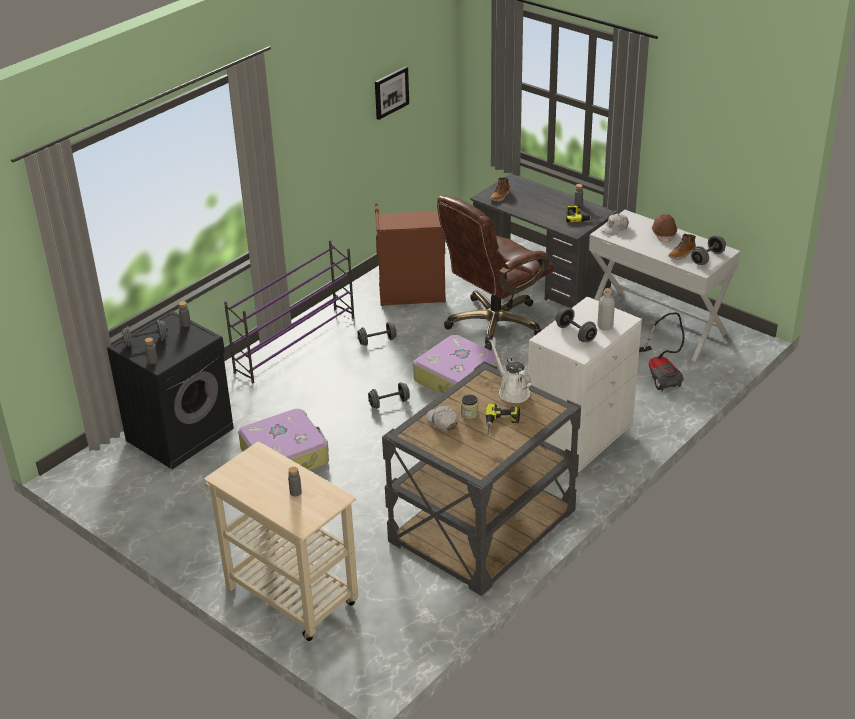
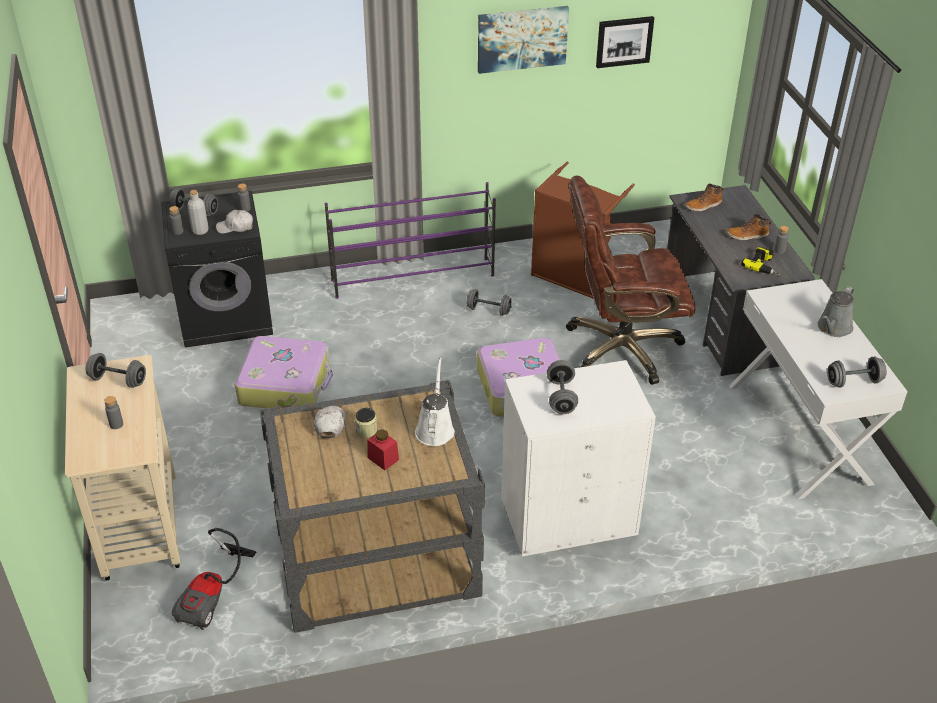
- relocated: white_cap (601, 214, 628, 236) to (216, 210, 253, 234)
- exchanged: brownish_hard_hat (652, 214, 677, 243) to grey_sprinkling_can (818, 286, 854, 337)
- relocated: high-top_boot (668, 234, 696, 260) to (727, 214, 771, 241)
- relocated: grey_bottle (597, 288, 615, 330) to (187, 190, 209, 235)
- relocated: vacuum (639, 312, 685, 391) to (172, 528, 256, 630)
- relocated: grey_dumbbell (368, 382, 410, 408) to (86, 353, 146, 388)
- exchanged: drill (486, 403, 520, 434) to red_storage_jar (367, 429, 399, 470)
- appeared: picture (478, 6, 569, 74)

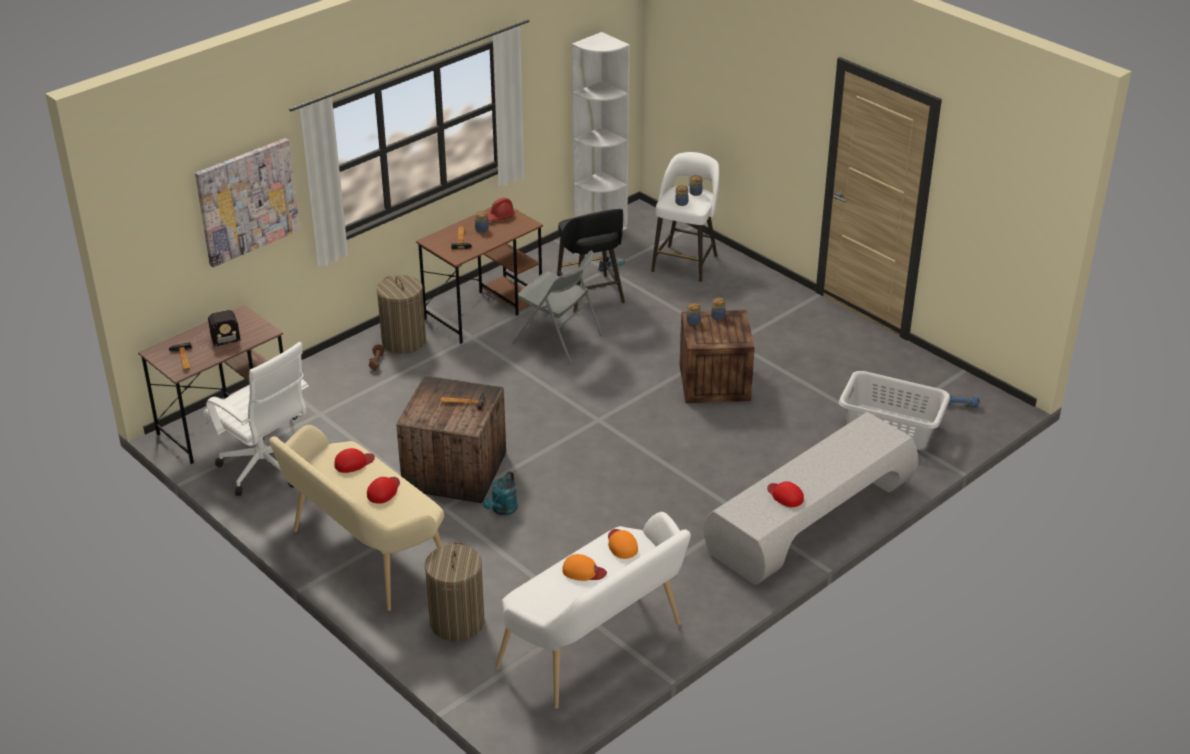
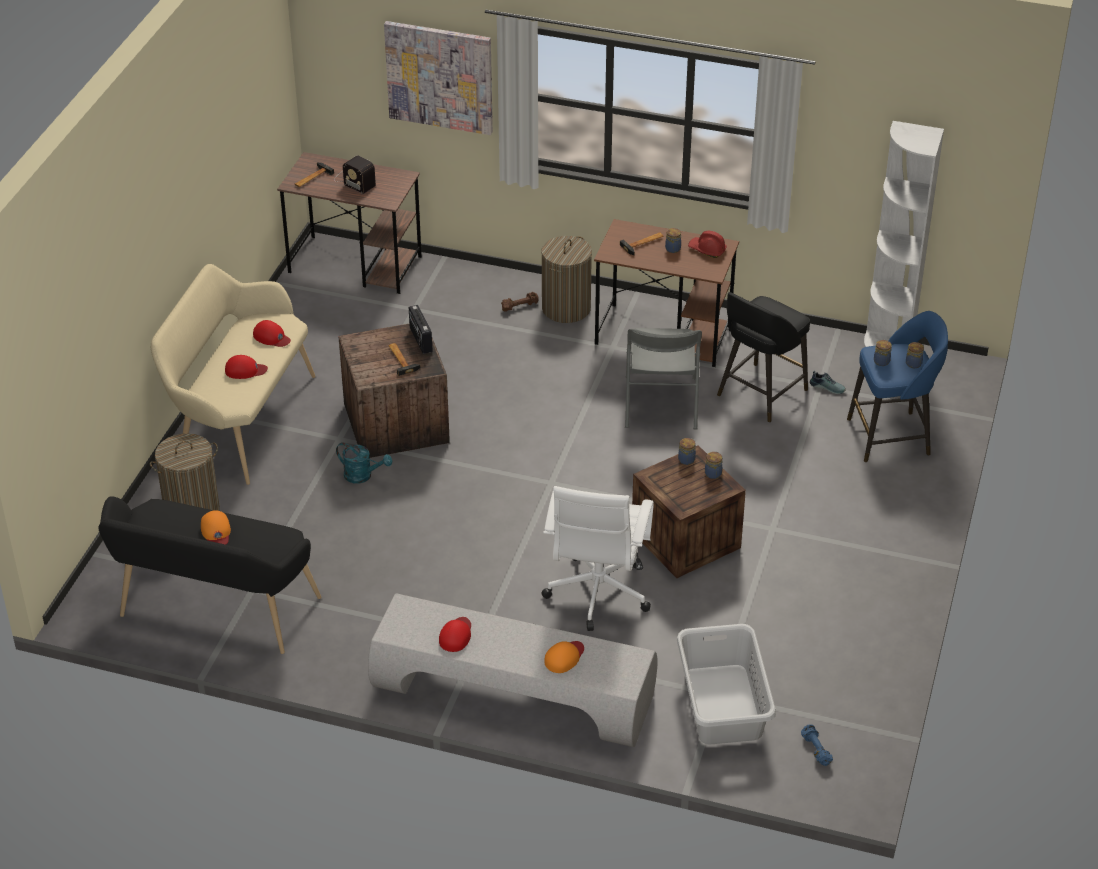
- colour: white_stool_seat (651, 152, 719, 282) to blue_stool_seat (847, 311, 948, 462)
- relocated: white_desk_chair (203, 342, 309, 496) to (542, 486, 654, 631)
- spun: blue-green_sprinkling_can (483, 471, 518, 515) = (336, 443, 392, 484) 150 degrees counterclockwise
- colour: white_indoor_bench (495, 512, 691, 709) to black-coloured_indoor_bench (98, 496, 321, 654)
- relocated: orangey_cap (608, 529, 638, 559) to (544, 641, 584, 673)
- appeared: radio (409, 305, 433, 354)

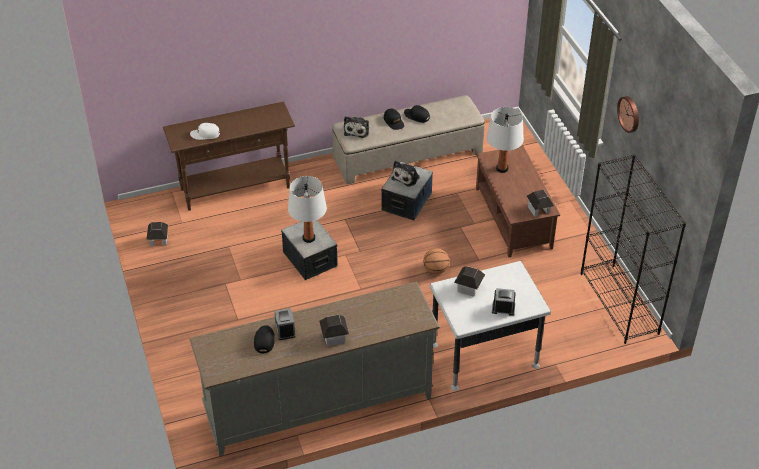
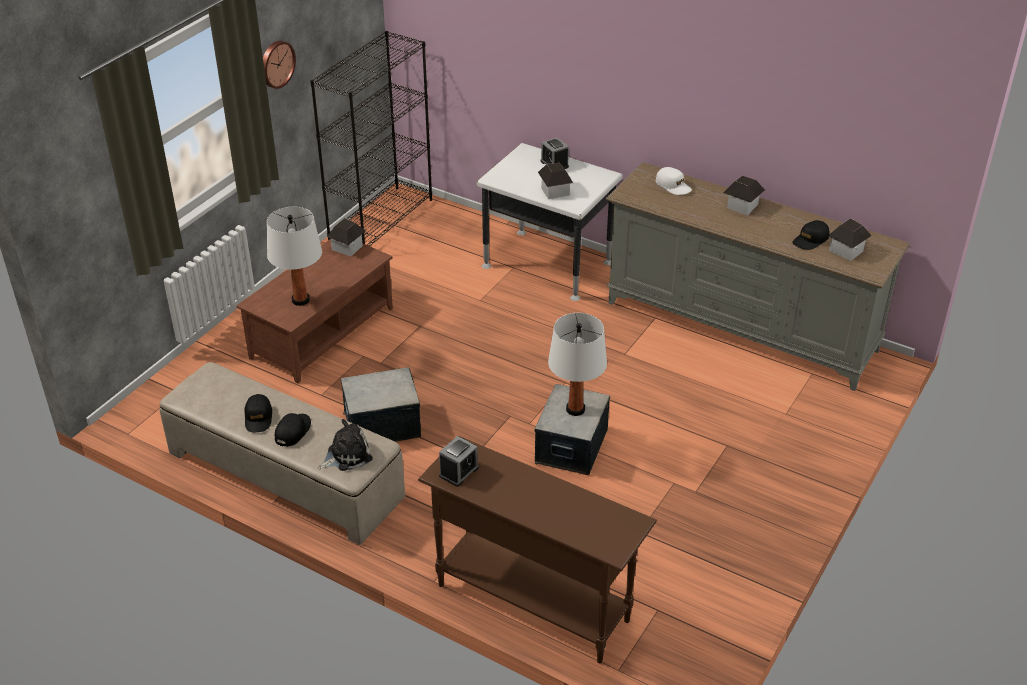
- relocated: white_cap (190, 123, 220, 140) to (656, 167, 692, 195)
- missing: plush_toy (392, 161, 420, 187)
- relocated: miniature_house (146, 222, 168, 246) to (828, 218, 871, 261)
- missing: basketball (423, 248, 450, 274)
- relocated: alarm_clock (274, 308, 295, 340) to (439, 436, 479, 487)

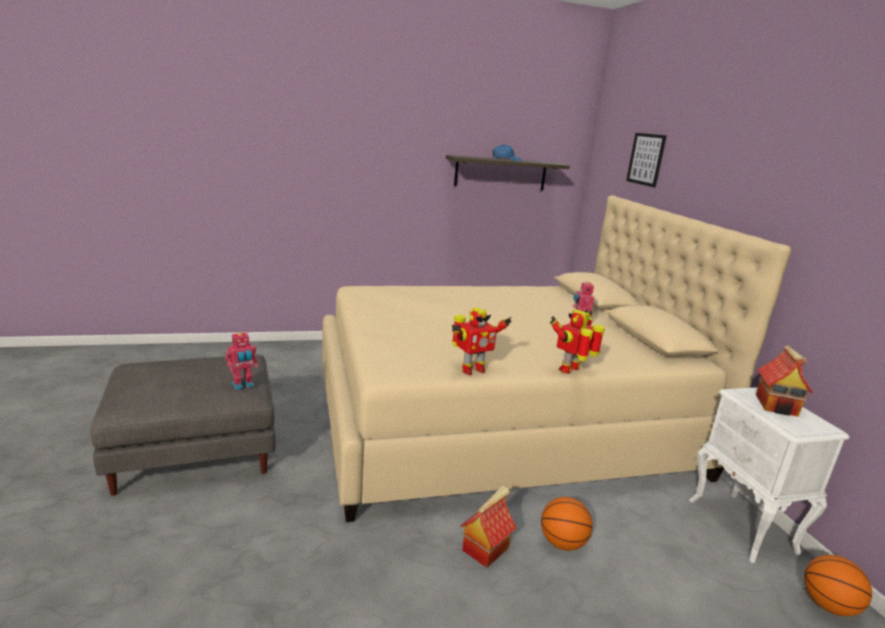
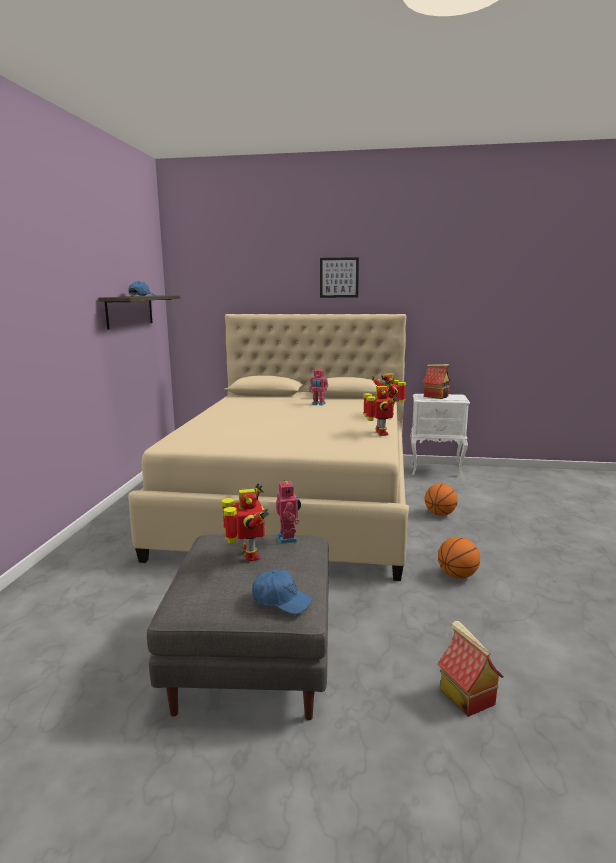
- relocated: picture (626, 133, 667, 188) to (320, 257, 359, 298)
- relocated: miniature_house (460, 486, 516, 568) to (437, 621, 504, 717)
- relocated: basketball (804, 555, 872, 616) to (438, 537, 480, 579)
- appeared: model_robot (222, 484, 269, 561)
- appeared: blue_cap (252, 570, 313, 614)

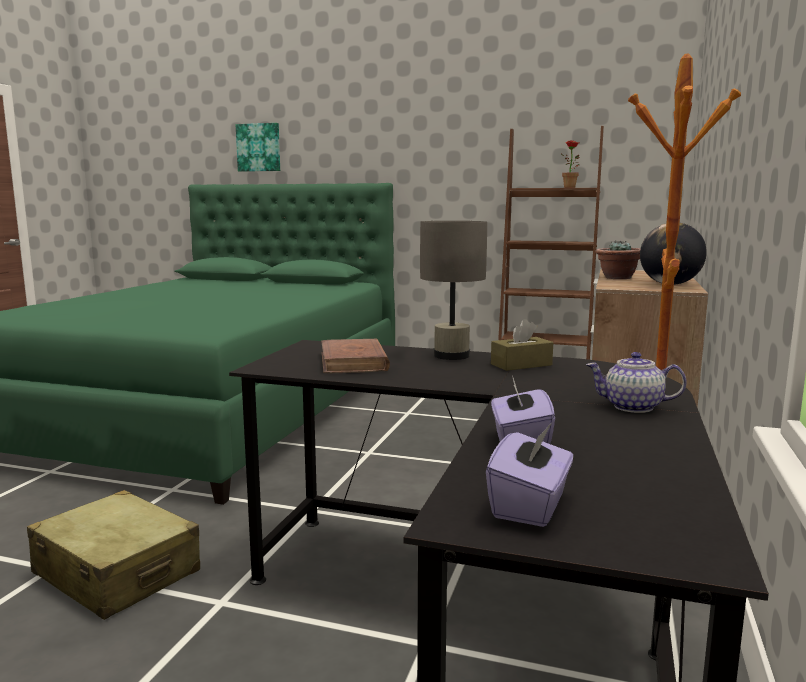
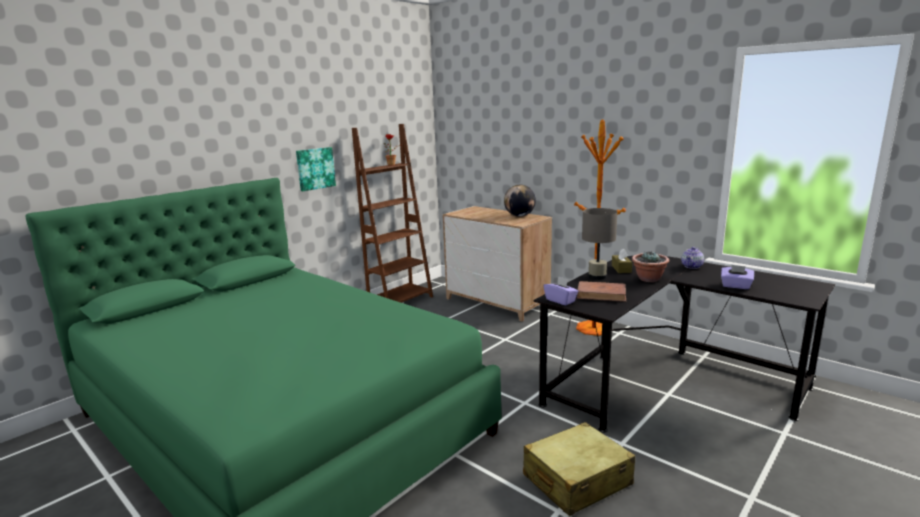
- relocated: picture (236, 123, 280, 172) to (296, 147, 336, 191)
- relocated: potted_plant (595, 240, 641, 279) to (632, 251, 669, 282)
- relocated: purple-coloured_tissue_holder (486, 424, 573, 527) to (543, 276, 579, 305)

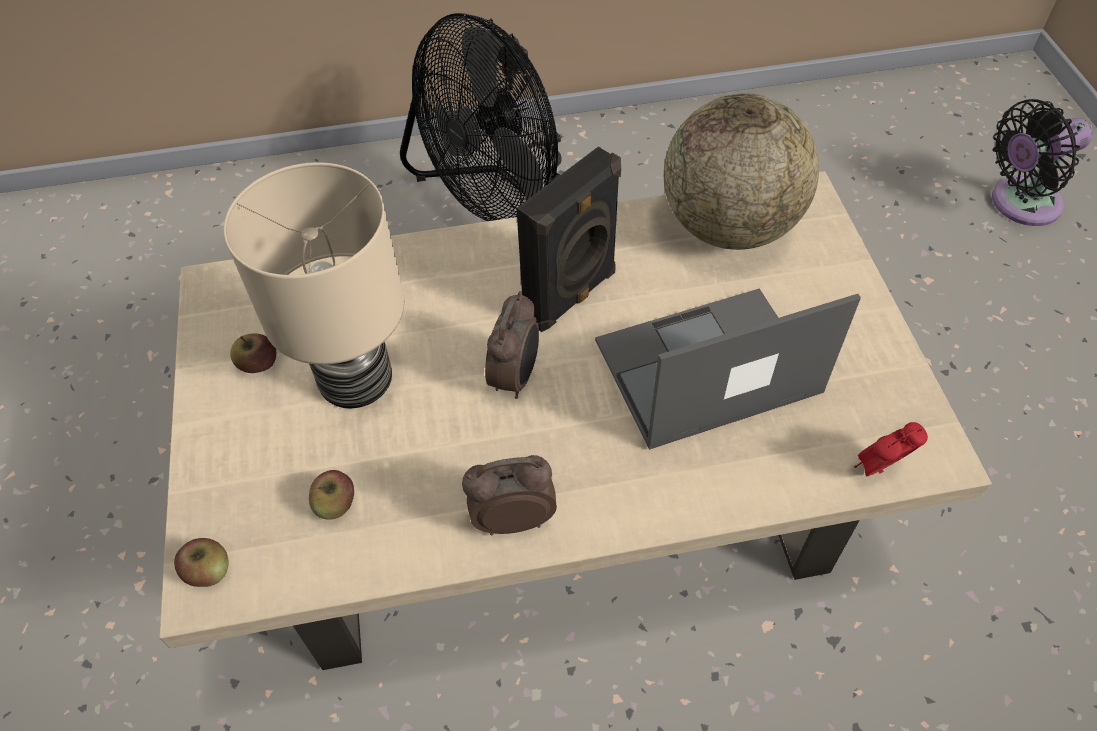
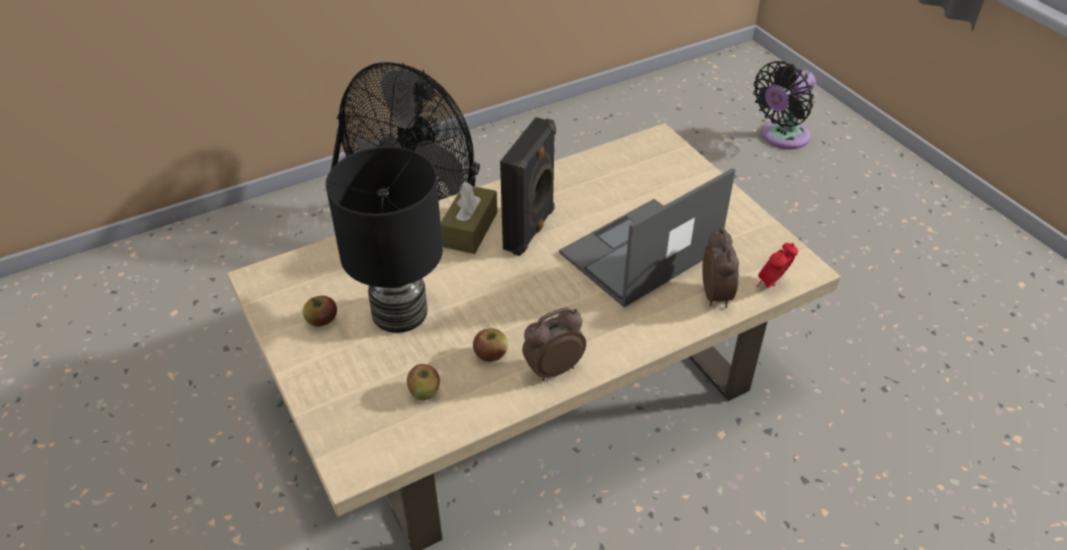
- missing: world_globe (664, 94, 819, 250)
- colour: beige-coloured_lamp_for_a_table (223, 162, 404, 408) to black-coloured_lamp_for_a_table (326, 147, 443, 333)
- relocated: alarm_clock (485, 291, 539, 399) to (702, 227, 739, 308)
- relocated: apple_fruit (174, 538, 229, 587) to (473, 328, 508, 362)
- appeared: brownish_tissue_holder (441, 181, 497, 254)

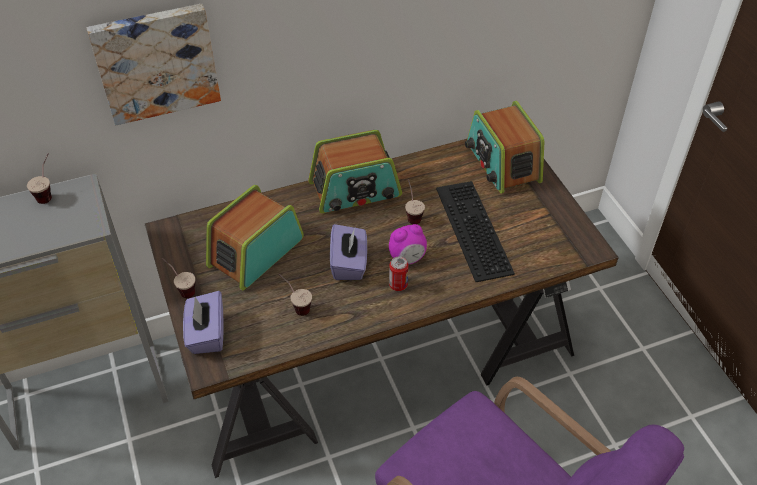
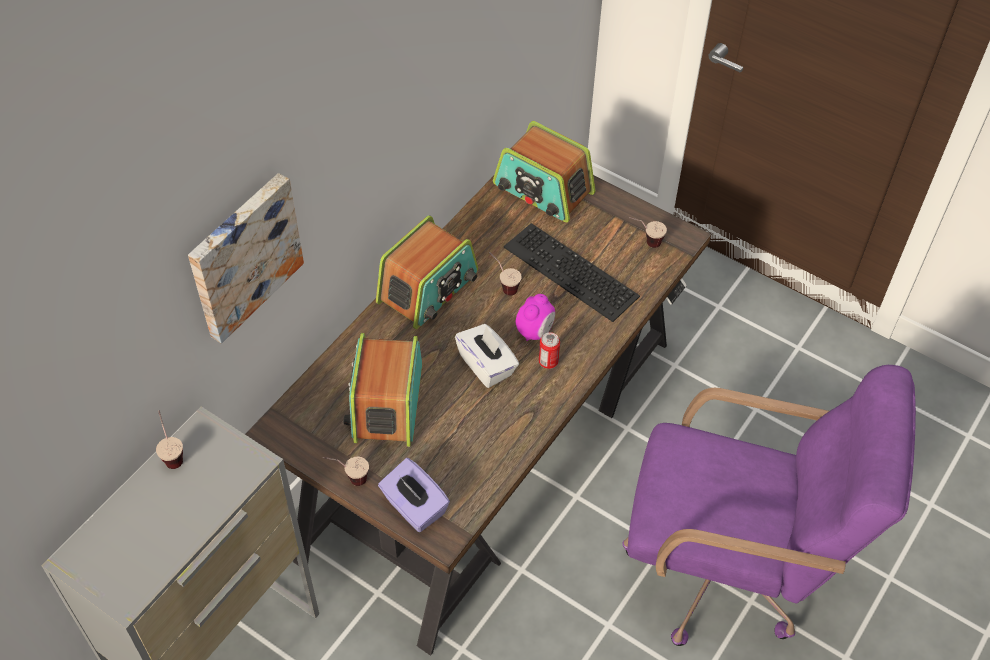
- colour: purple-coloured_tissue_holder (330, 224, 367, 280) to white_tissue_holder (455, 324, 519, 388)
- relocated: cup (279, 274, 312, 316) to (629, 217, 667, 248)

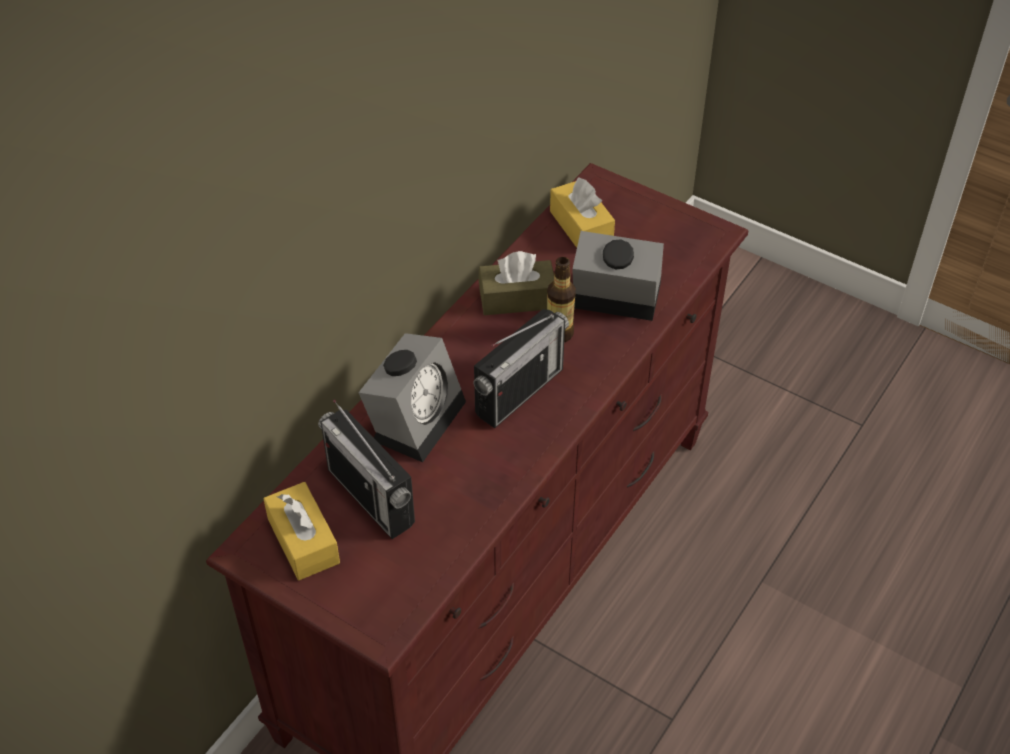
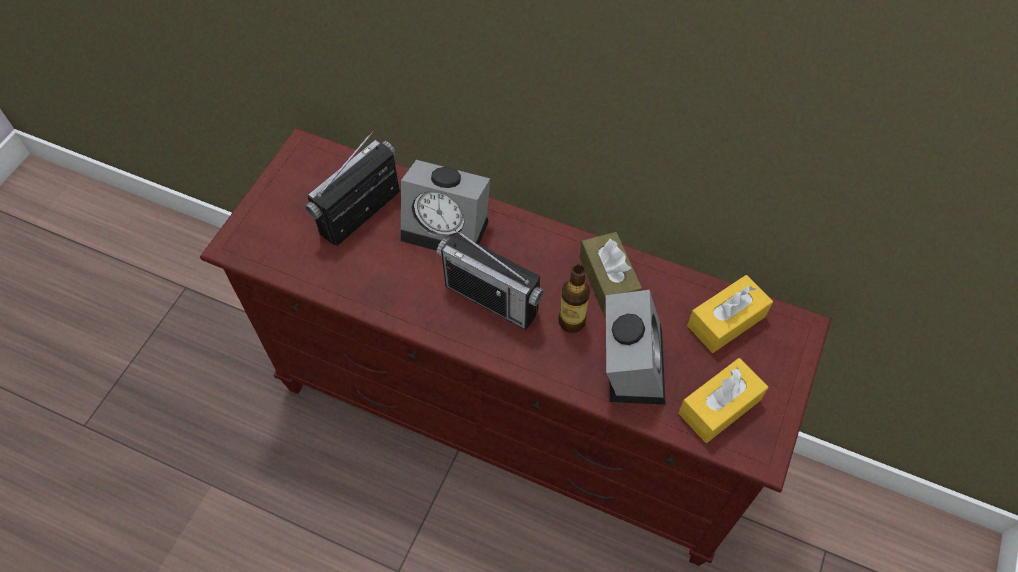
- relocated: yellow-coloured_tissue_holder (263, 482, 340, 580) to (678, 358, 768, 443)

